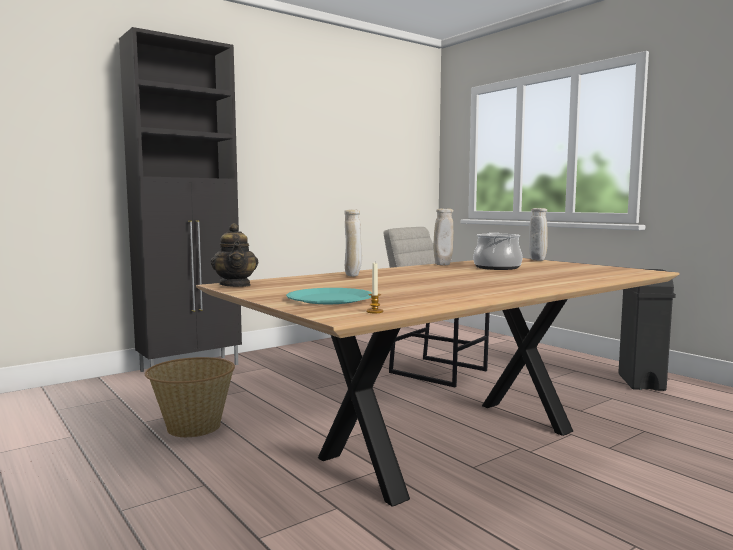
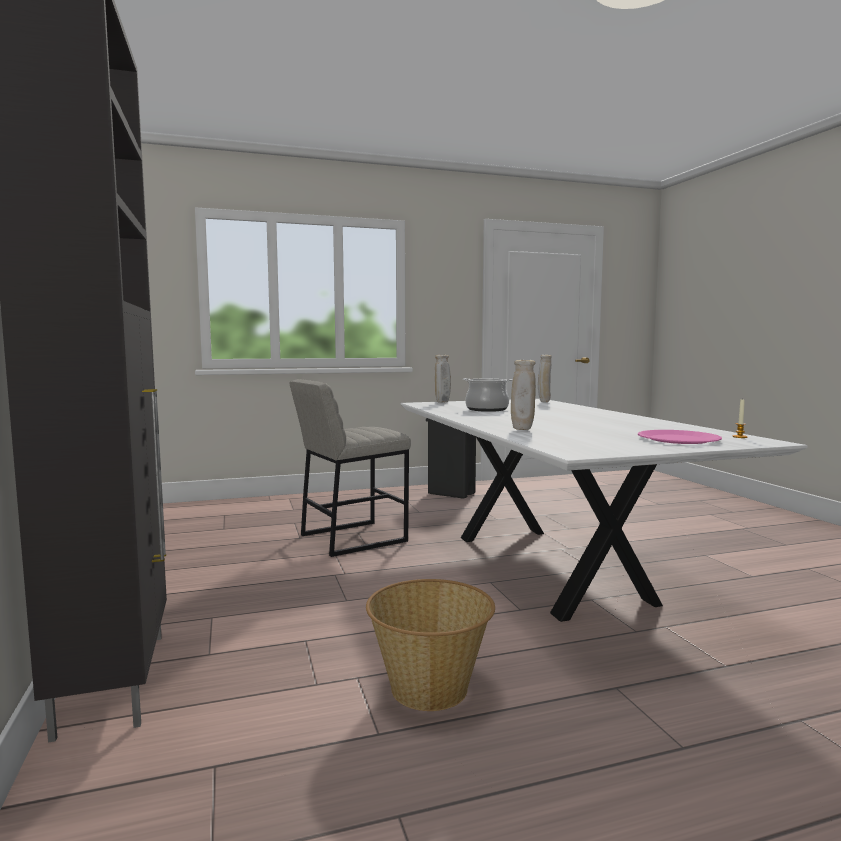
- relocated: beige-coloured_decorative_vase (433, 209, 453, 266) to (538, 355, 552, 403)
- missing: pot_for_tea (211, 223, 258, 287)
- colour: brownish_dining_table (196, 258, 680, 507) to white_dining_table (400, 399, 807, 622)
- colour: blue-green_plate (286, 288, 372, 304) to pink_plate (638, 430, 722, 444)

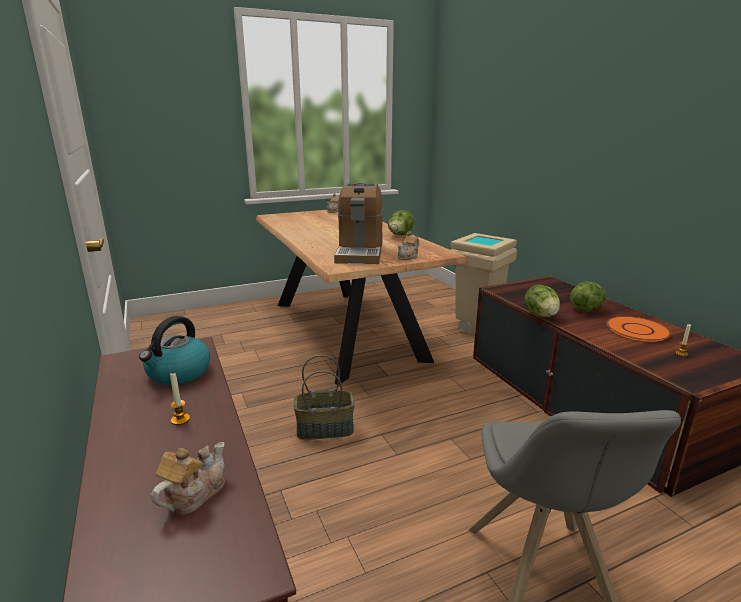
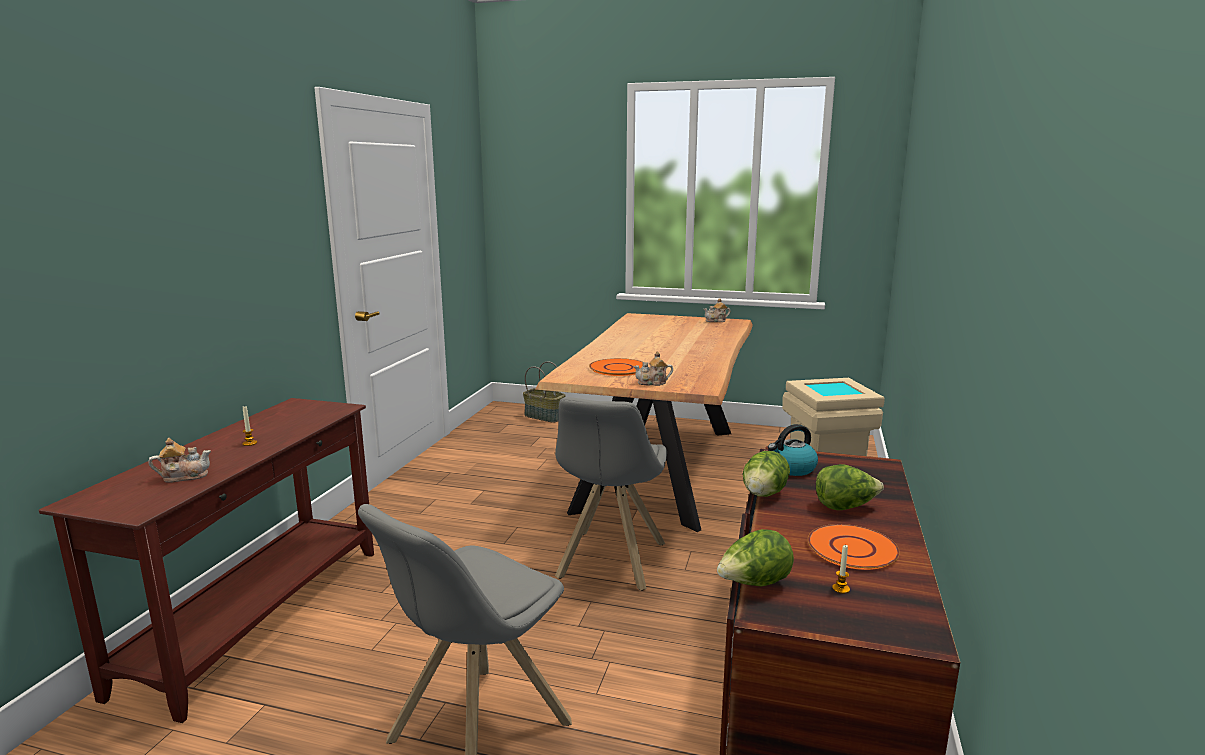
- exchanged: coffee_machine (334, 183, 383, 264) to orangey_plate (589, 358, 643, 376)
- relocated: lettuce_head (388, 210, 414, 235) to (717, 529, 794, 587)
- relocated: tea_kettle (139, 316, 210, 385) to (768, 424, 818, 476)
- relocated: basket (294, 355, 355, 440) to (523, 361, 566, 422)
- appeared: grey_chair (555, 397, 667, 591)

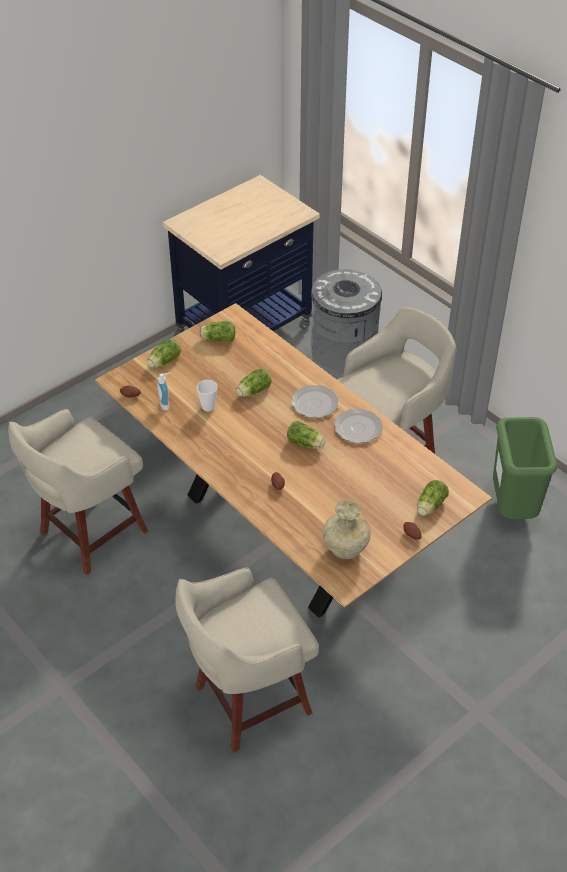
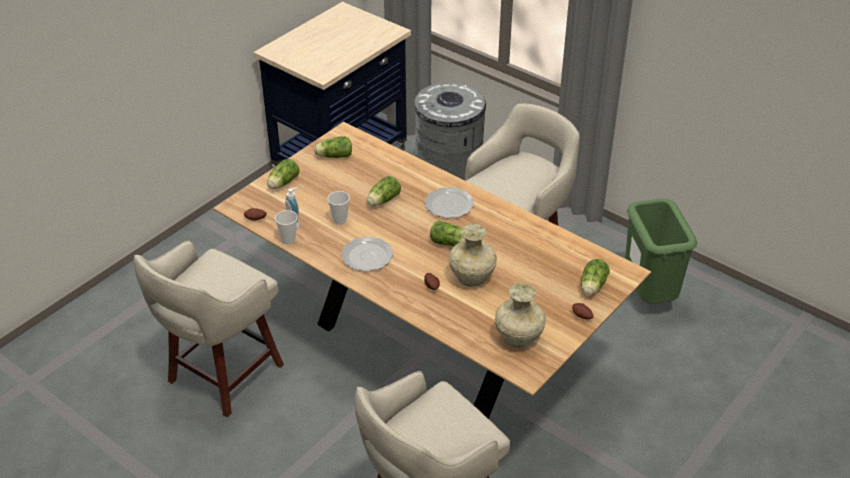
- relocated: plate (334, 409, 383, 443) to (341, 237, 393, 272)
- appeared: cup (275, 210, 298, 245)
- appeared: beige-coloured_decorative_vase (449, 224, 497, 287)

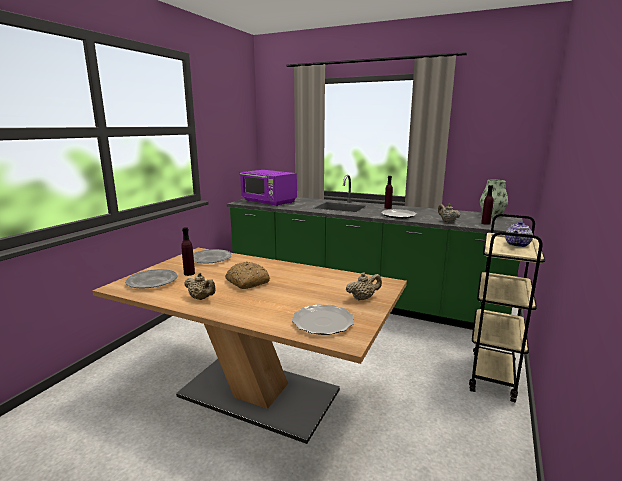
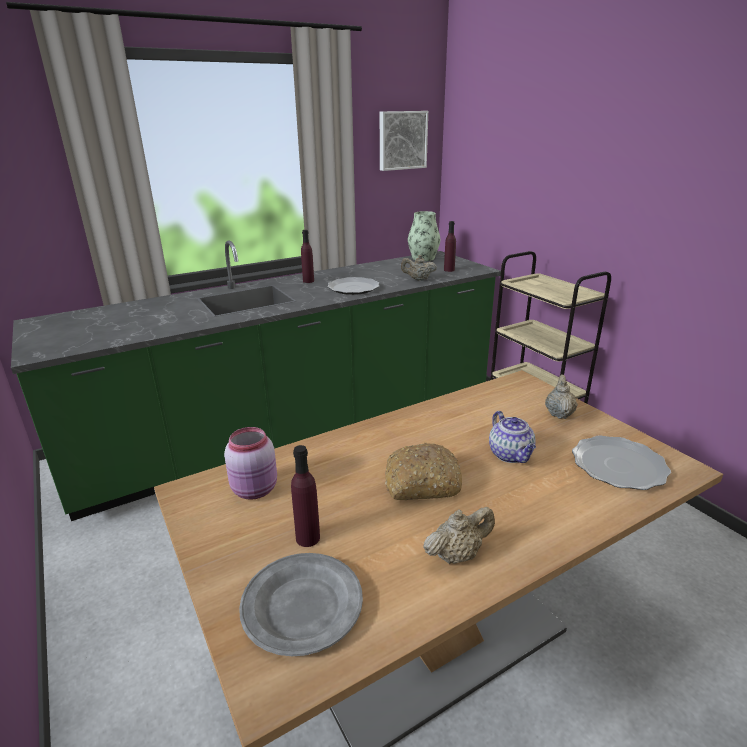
- missing: purple-coloured_microwave (239, 170, 297, 206)
- relocated: pot_for_tea (505, 222, 533, 247) to (489, 411, 536, 463)
- exchanged: grey_plate (193, 249, 232, 263) to pink_storage_jar (224, 427, 277, 500)
- appeared: picture (380, 111, 428, 171)

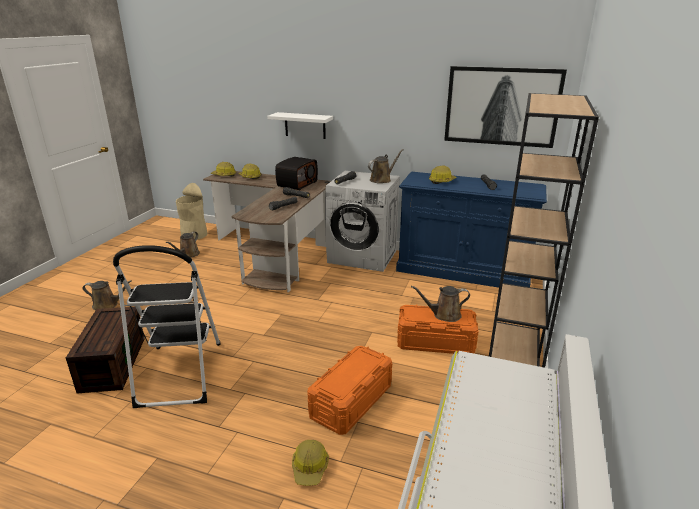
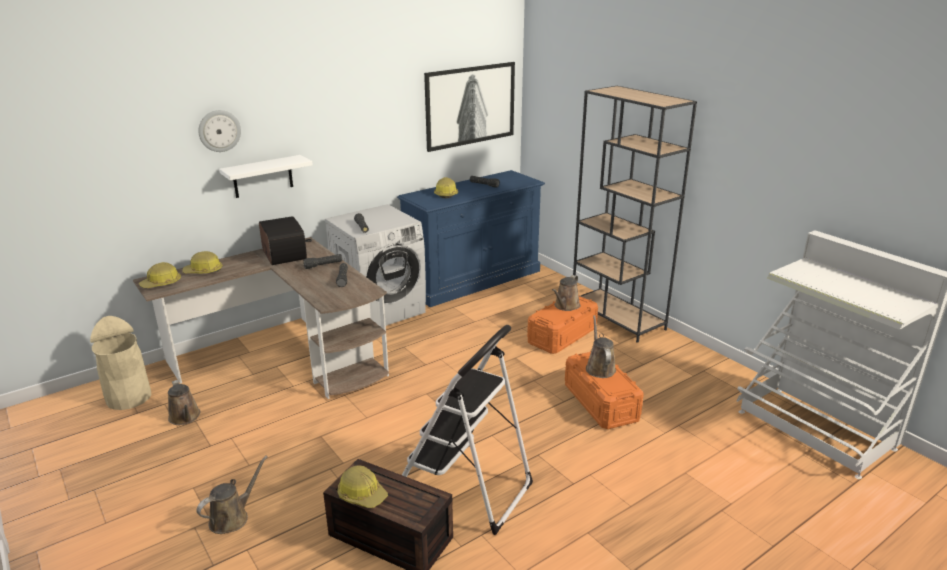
- relocated: brownish_sprinkling_can (368, 149, 404, 183) to (586, 315, 616, 378)
- relocated: hard_hat (292, 440, 329, 486) to (338, 465, 388, 508)
- appeared: wall_clock (199, 110, 241, 152)

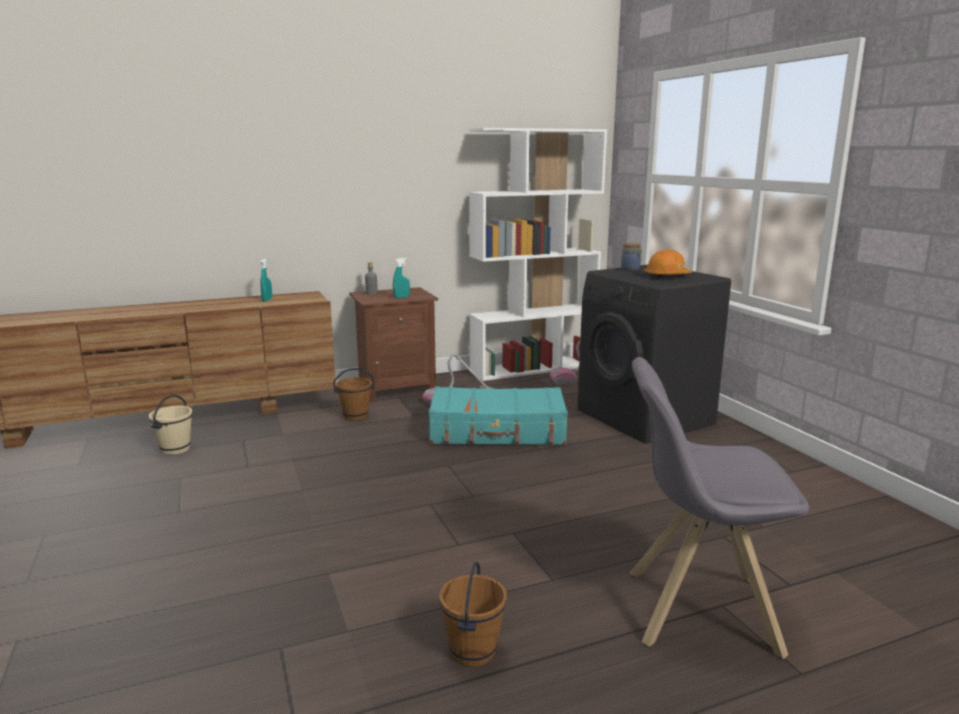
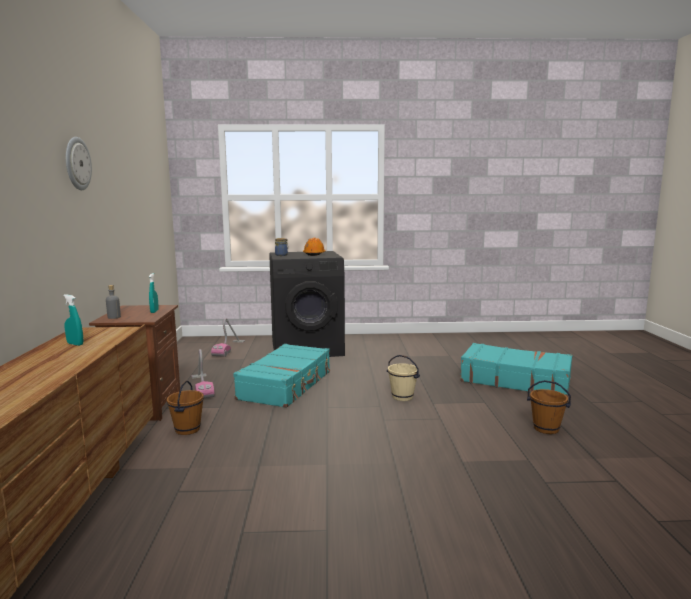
- missing: white_bookshelf (469, 128, 607, 381)
- exchanged: grey_chair (629, 357, 809, 659) to blue-green_piece_of_luggage (460, 343, 572, 397)
- relocated: beige-coloured_pail (149, 395, 192, 455) to (387, 355, 420, 401)
- appeared: wall_clock (66, 137, 92, 190)

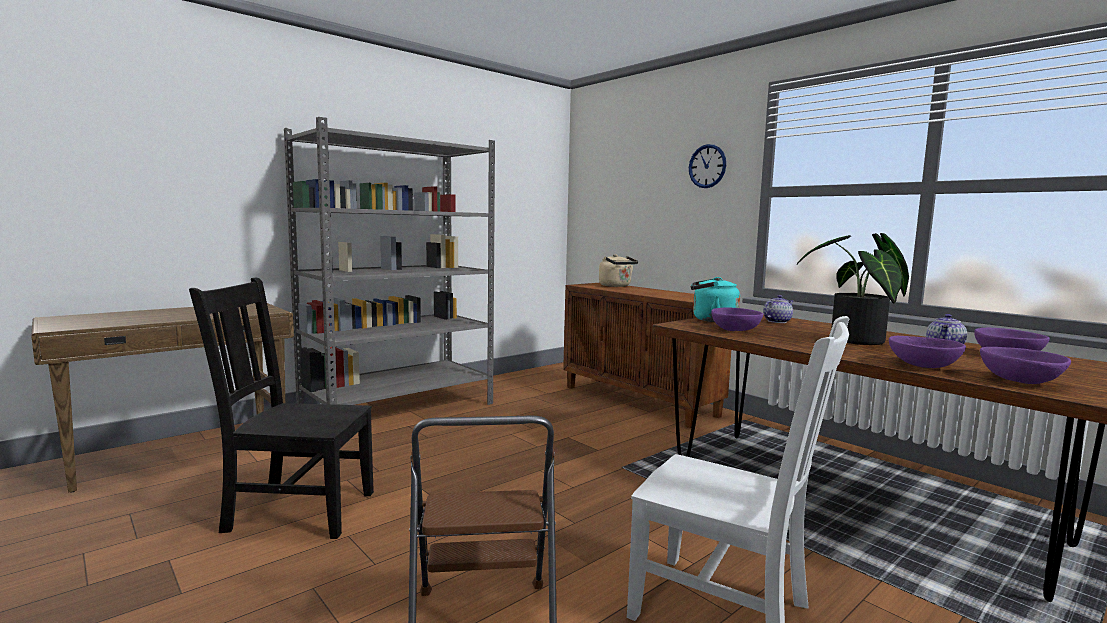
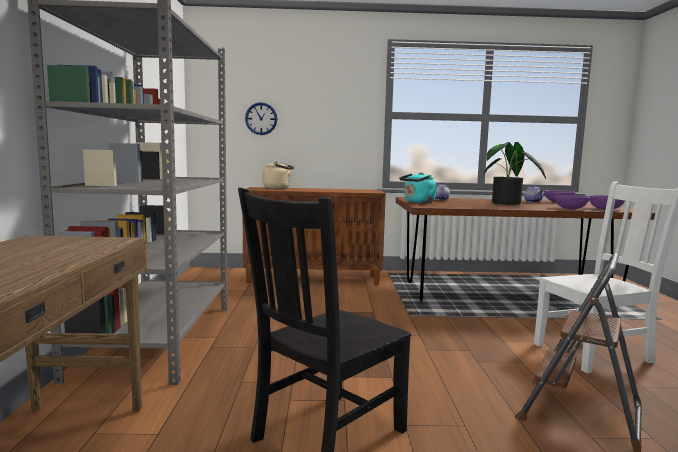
- relocated: wall_clock (689, 144, 726, 188) to (245, 102, 277, 135)
- missing: purple-coloured_deep_dish (711, 308, 763, 331)

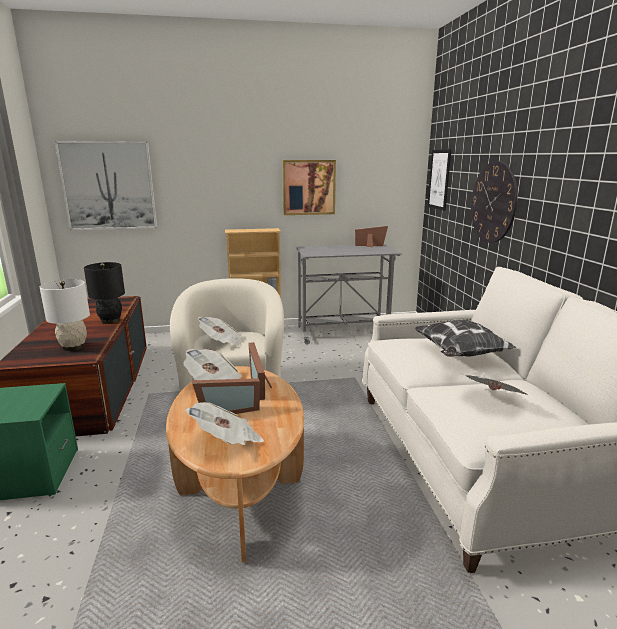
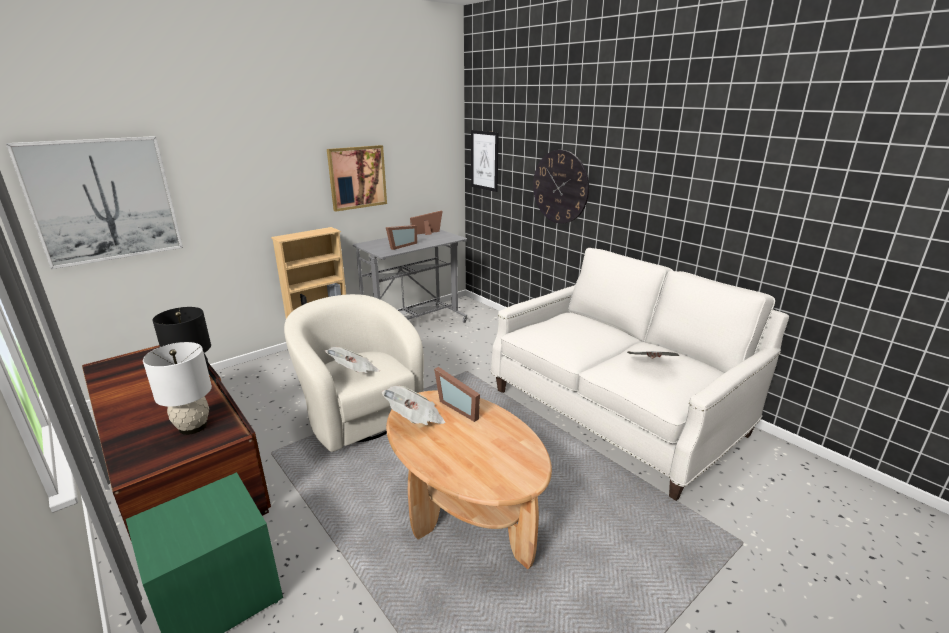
- missing: cushion (415, 320, 516, 357)
- relocated: picture_frame (192, 378, 260, 414) to (386, 225, 417, 250)
- missing: newspaper (185, 402, 264, 445)

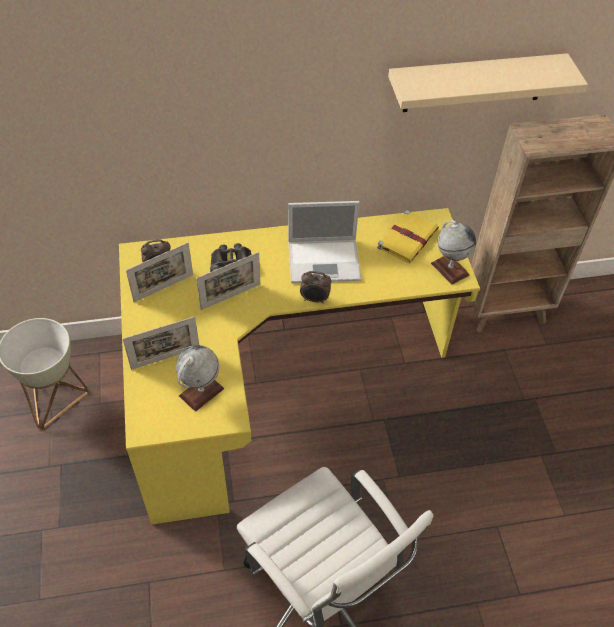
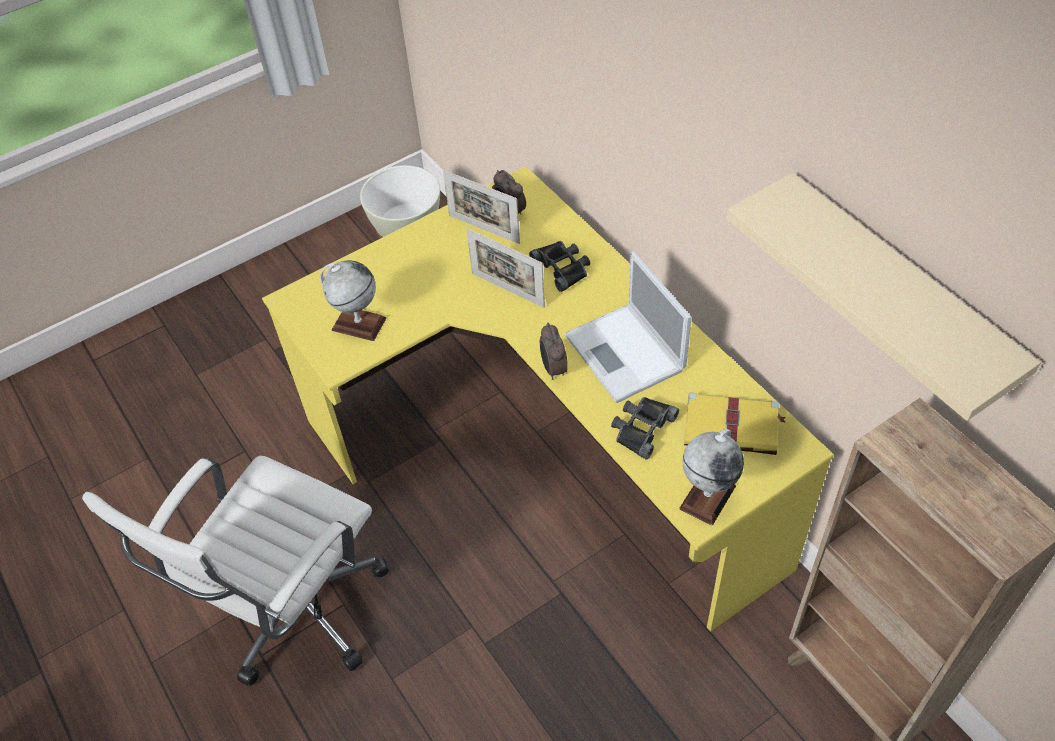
- missing: picture_frame (123, 316, 199, 370)
- appeared: black-coloured_pair_of_binoculars (611, 397, 679, 460)

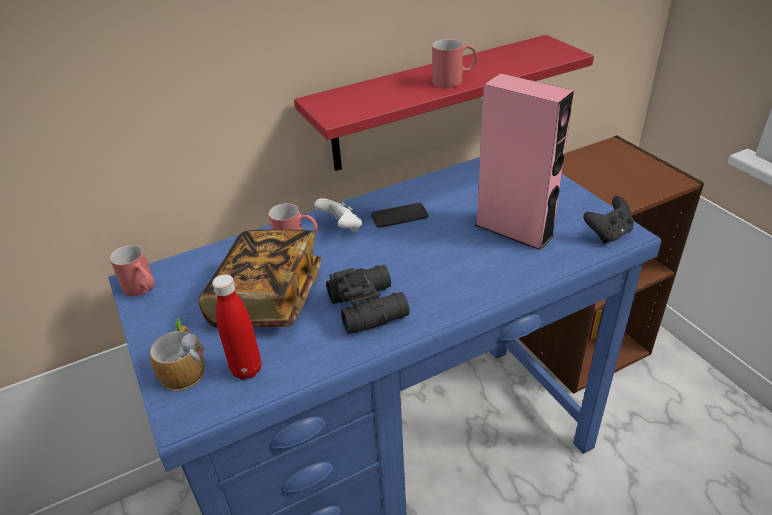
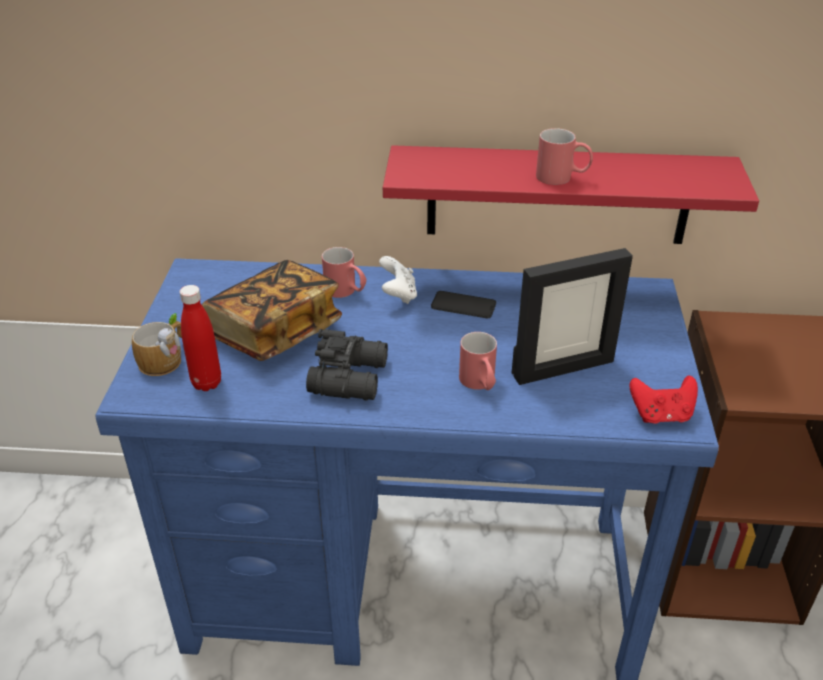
- exchanged: pink_speaker (475, 73, 574, 250) to picture_frame (511, 248, 633, 385)
- colour: black-coloured_game_controller (583, 196, 634, 243) to red_game_controller (629, 375, 698, 424)
- relocated: red_tea_mug (110, 245, 154, 296) to (459, 332, 497, 390)

